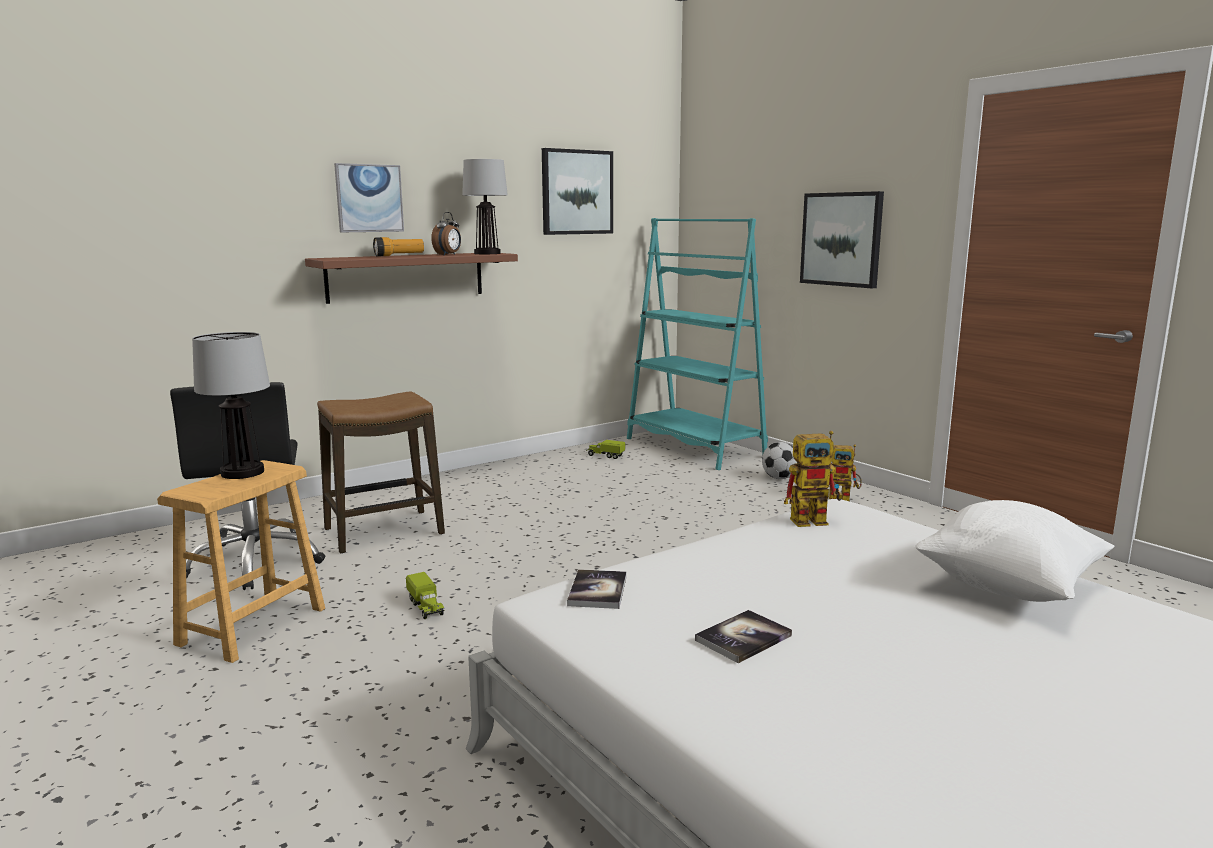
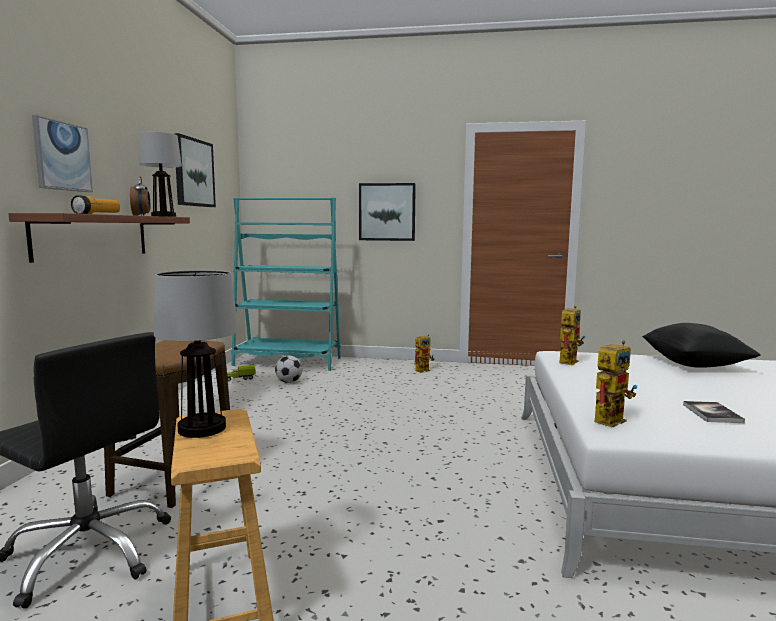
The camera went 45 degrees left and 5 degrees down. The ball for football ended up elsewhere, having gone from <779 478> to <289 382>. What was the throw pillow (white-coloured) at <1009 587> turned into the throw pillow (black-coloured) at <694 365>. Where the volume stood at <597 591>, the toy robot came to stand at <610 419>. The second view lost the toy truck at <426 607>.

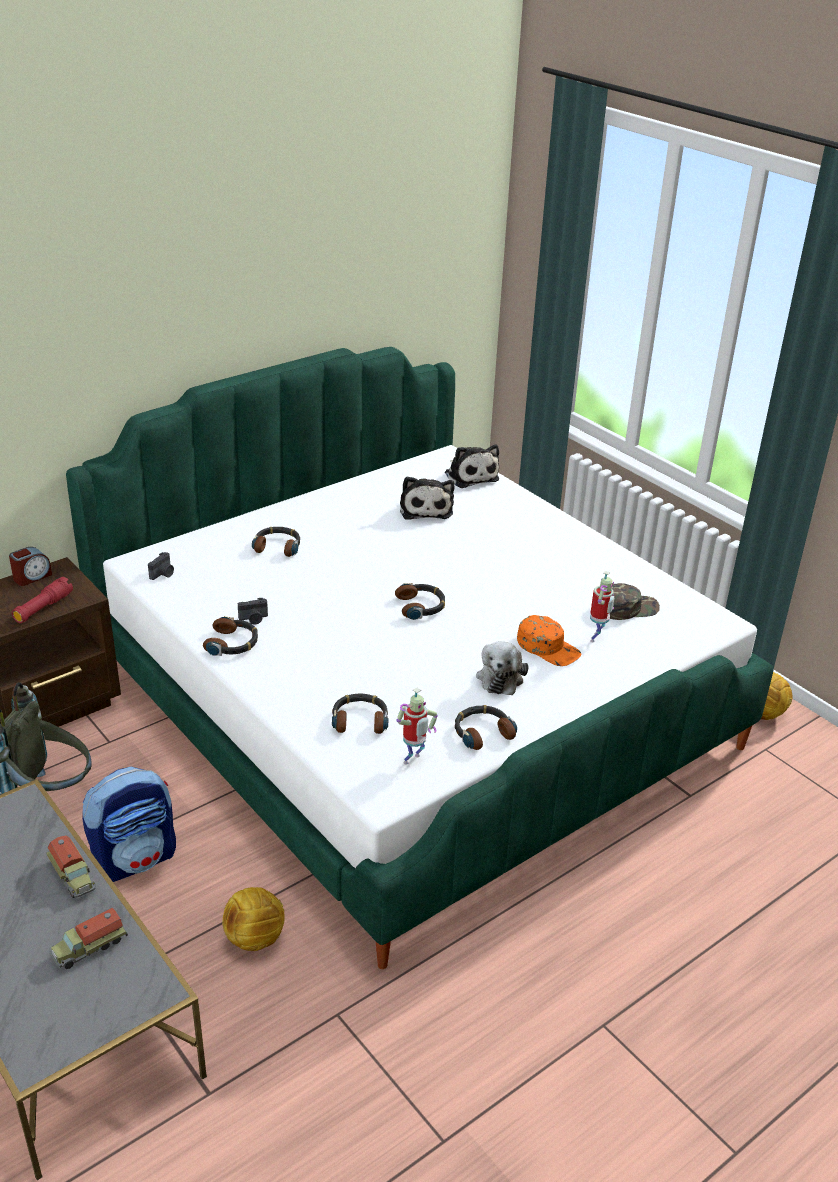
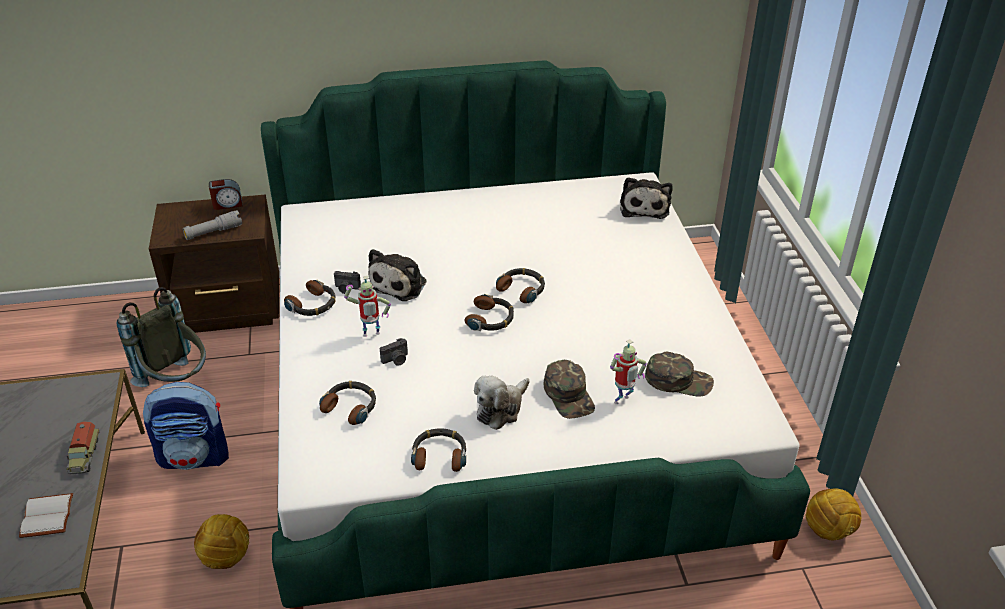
The camera went 30 degrees right and 5 degrees up. The cuddly toy ended up elsewhere, having gone from <425 508> to <400 284>. The headphones ended up elsewhere, having gone from <278 546> to <522 289>. The still camera ended up elsewhere, having gone from <163 574> to <396 360>. What was the torch (reddish) at <43 608> turned into the torch (grey) at <213 232>. What was the cap (orange) at <548 647> turned into the cap (green) at <569 395>. The toy robot ended up elsewhere, having gone from <413 761> to <371 336>. Where the toy truck stood at <89 947>, the volume (white-coloured) came to stand at <48 517>.

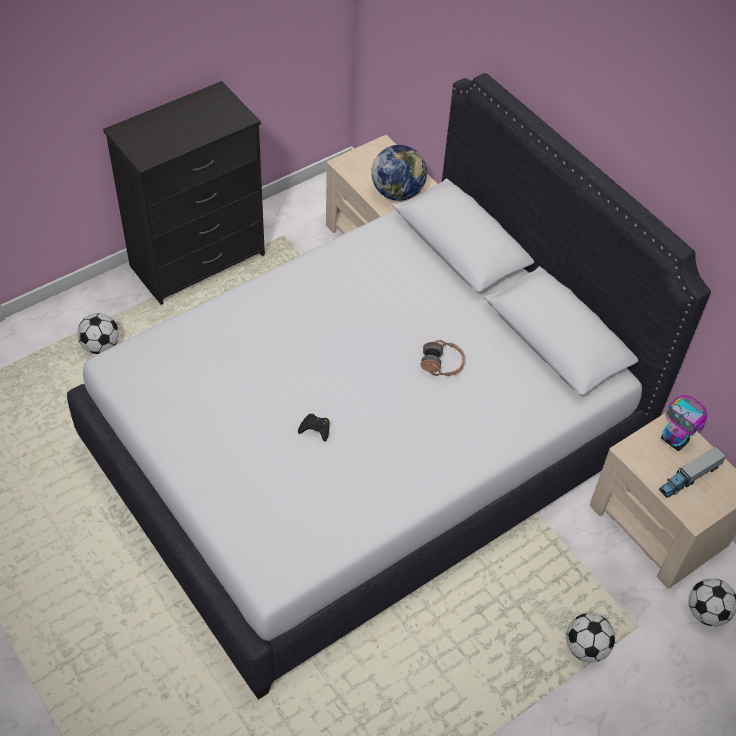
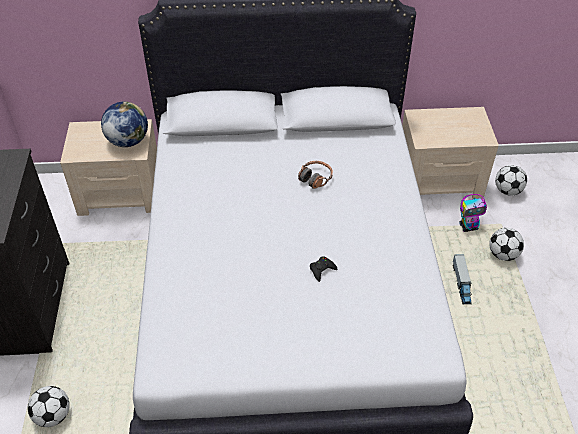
The camera went 55 degrees left and 5 degrees down. The toy robot ended up elsewhere, having gone from <675 441> to <468 227>. The toy truck ended up elsewhere, having gone from <689 478> to <461 283>.

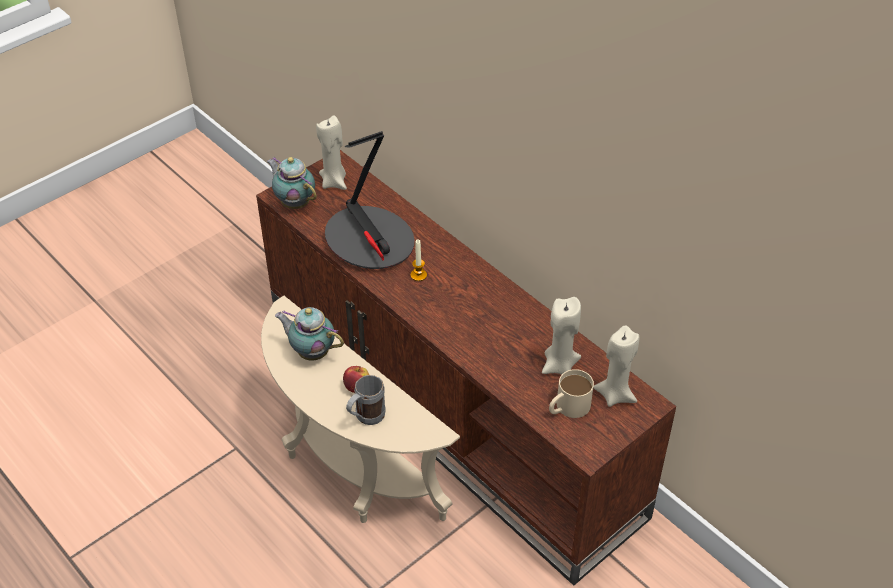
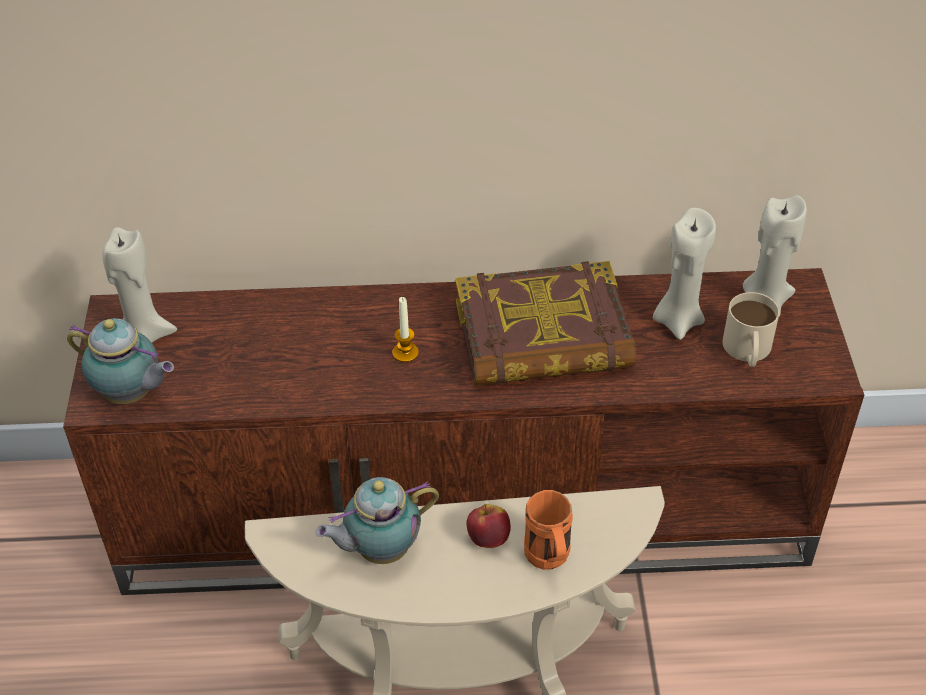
The camera went 50 degrees left and 0 degrees up. The second view lost the lamp for a table at <369 240>. The tea pot at <294 202> ended up facing another way, 150 degrees counterclockwise from before. What was the mug (grey) at <365 418> turned into the mug (orange) at <549 561>. The second view gained the volume at <543 337>.

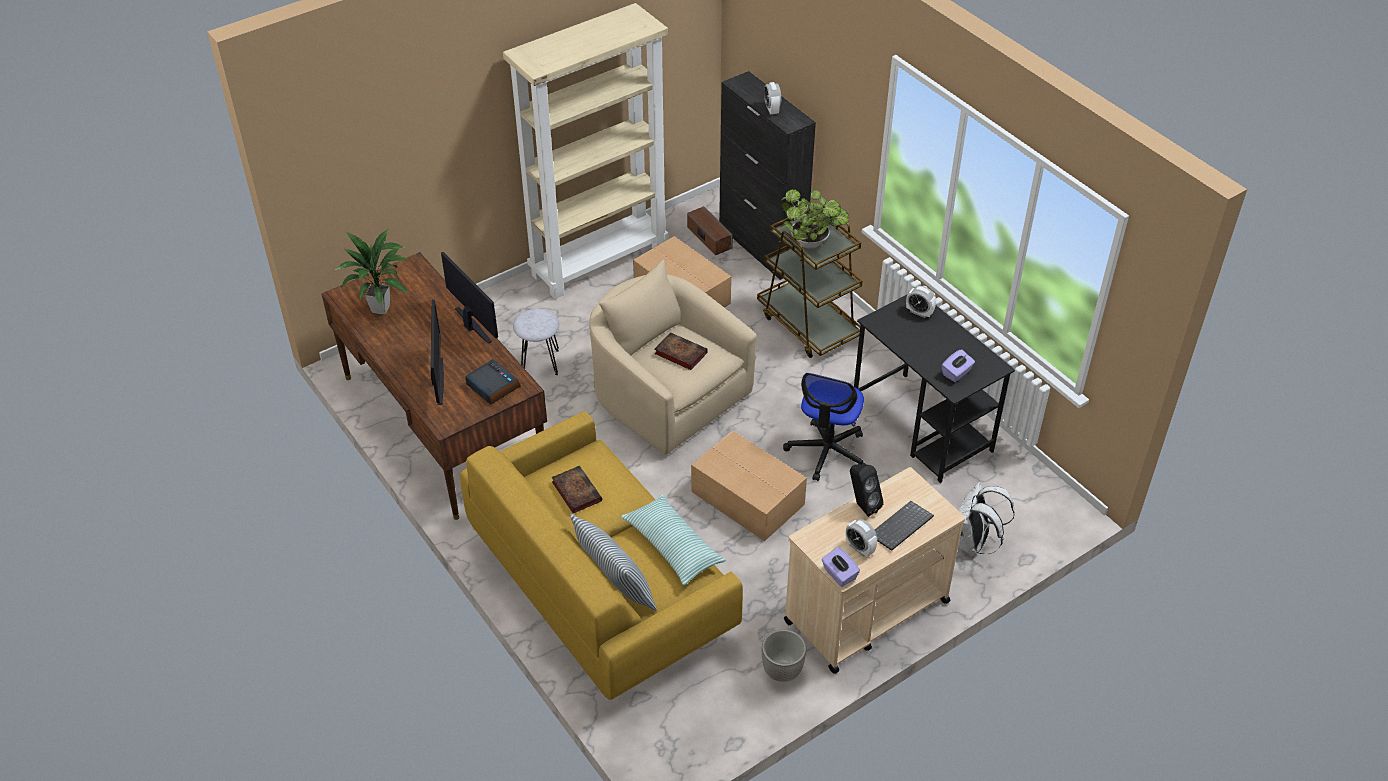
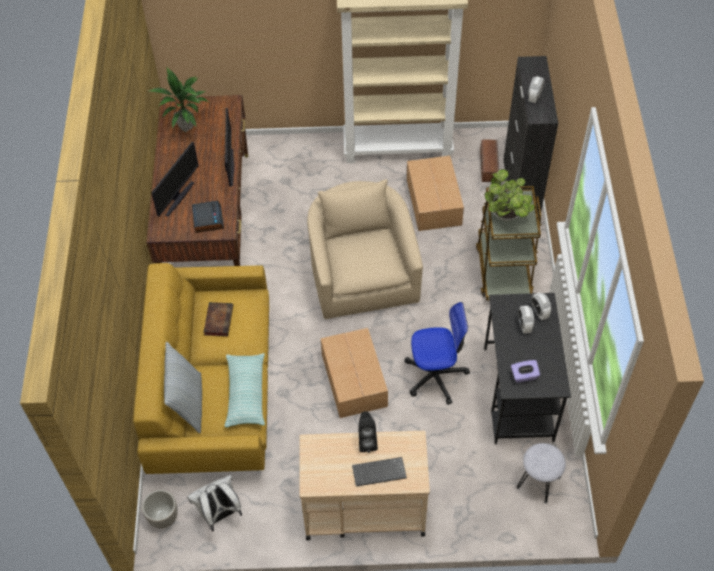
The camera went 35 degrees right and 10 degrees up. The stool seat (grey) ended up elsewhere, having gone from <540 362> to <539 483>. The second view lost the volume at <679 353>. The office chair at <827 451> ended up facing another way, 150 degrees counterclockwise from before. The knapsack (white-coloured) ended up elsewhere, having gone from <973 543> to <220 514>. The bedside clock ended up elsewhere, having gone from <859 548> to <524 325>. The second view lost the box of tissues (purple) at <839 574>. The flower pot ended up elsewhere, having gone from <781 671> to <163 517>.

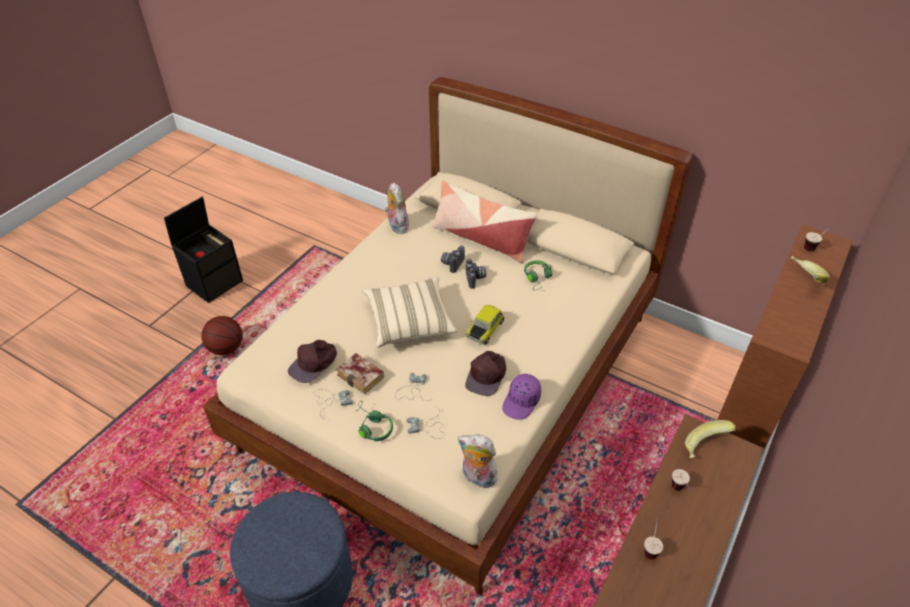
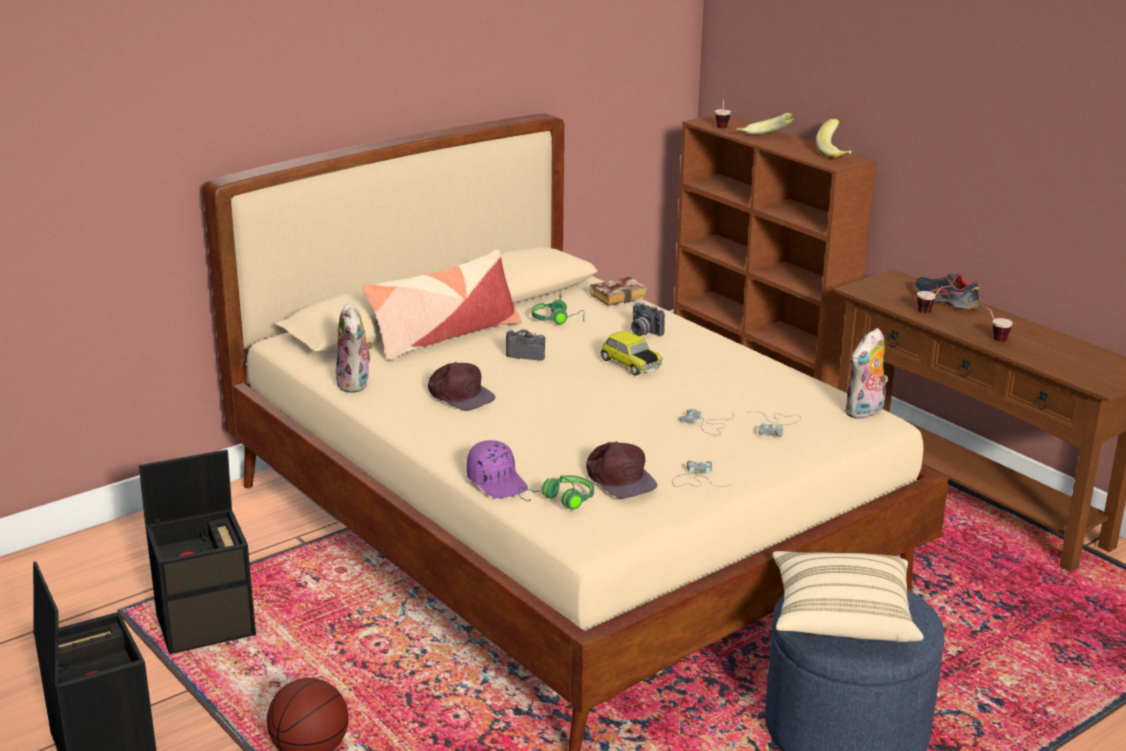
The camera went 70 degrees left and 20 degrees down. The cuddly toy at <397 226> ended up facing another way, 105 degrees counterclockwise from before. The still camera ended up elsewhere, having gone from <452 263> to <643 332>. The throw pillow (beige) ended up elsewhere, having gone from <409 322> to <841 618>. The cap (brown-coloured) ended up elsewhere, having gone from <487 375> to <460 395>. The volume ended up elsewhere, having gone from <363 376> to <619 295>. The cap (purple) ended up elsewhere, having gone from <521 402> to <497 482>. The headphones (green) ended up elsewhere, having gone from <372 426> to <560 500>. The banana fruit ended up elsewhere, having gone from <706 447> to <836 153>. The second view gained the low shoe at <944 300>. The second view gained the storage box (black-coloured) at <207 625>.

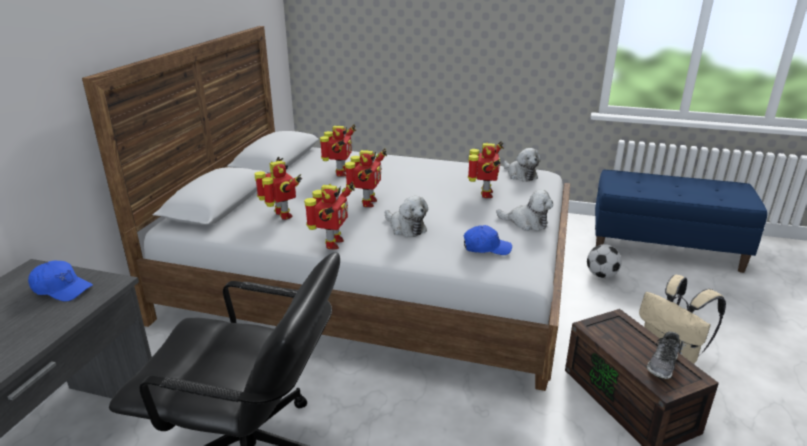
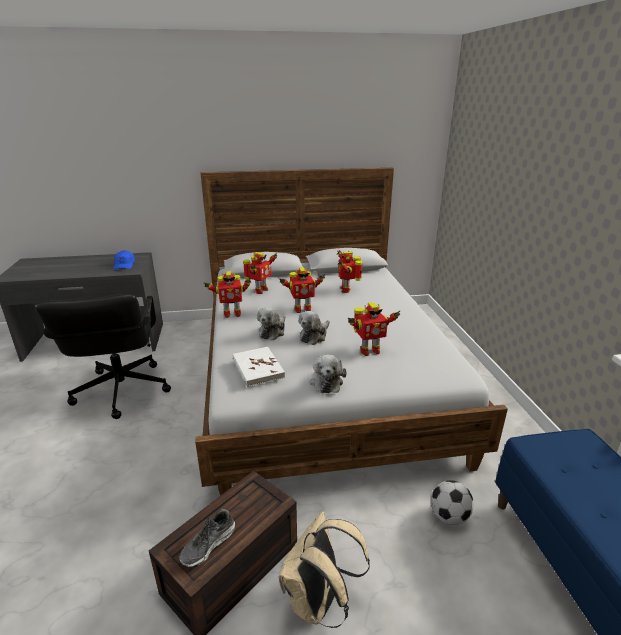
The camera went 65 degrees right and 0 degrees up. The toy robot at <340 173> ended up facing another way, 105 degrees clockwise from before. The cuddly toy ended up elsewhere, having gone from <520 175> to <314 336>. Where the cap (blue-coloured) stood at <486 248>, the volume (white-coloured) came to stand at <257 368>. The low shoe at <663 364> ended up facing another way, 60 degrees counterclockwise from before.

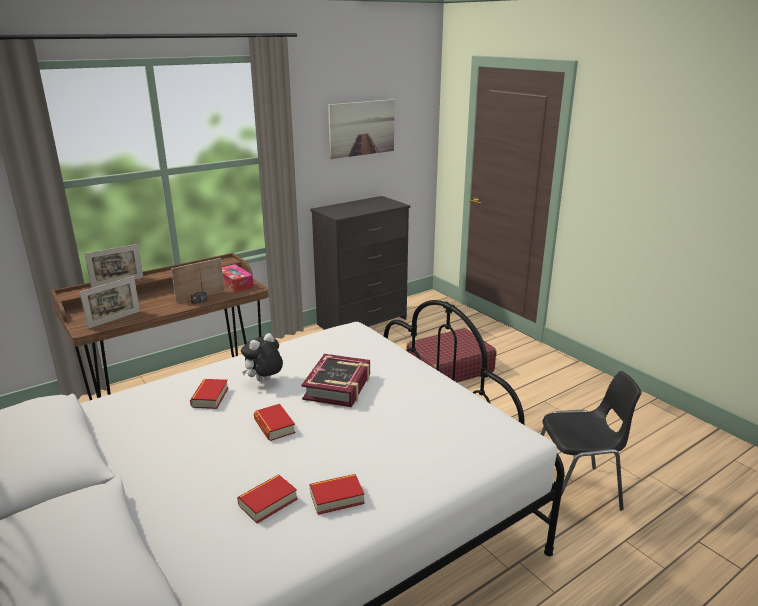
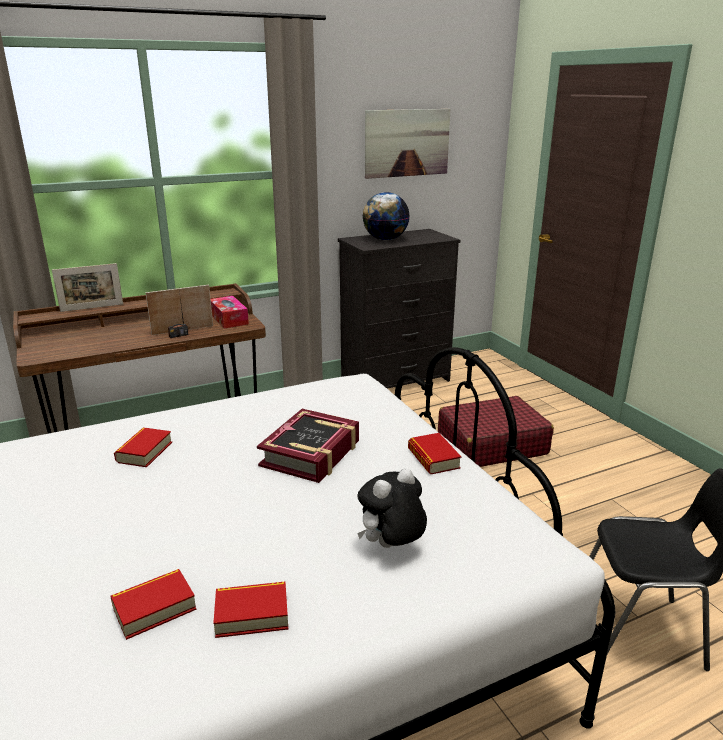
The camera went 10 degrees right and 0 degrees up. The second view lost the standing frame at <114 319>. The cuddly toy ended up elsewhere, having gone from <264 381> to <391 547>. The volume ended up elsewhere, having gone from <274 426> to <433 458>. The second view gained the desk globe at <385 239>.

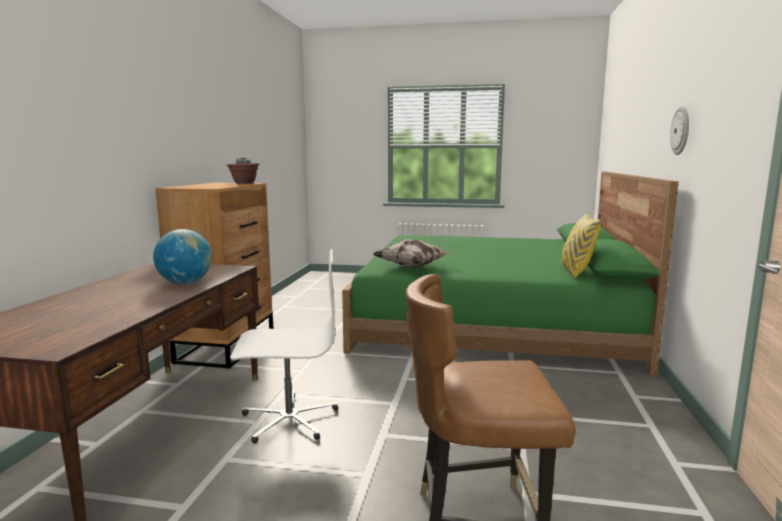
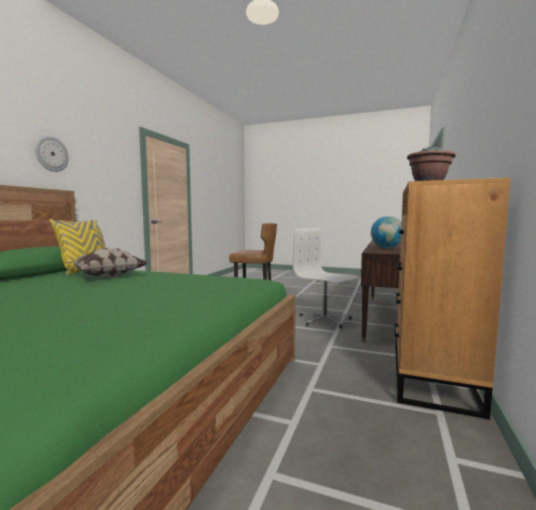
The camera went 170 degrees left and 5 degrees down. The throw pillow ended up elsewhere, having gone from <413 267> to <106 277>. The office chair (white-coloured) at <289 419> ended up facing another way, 45 degrees clockwise from before.

